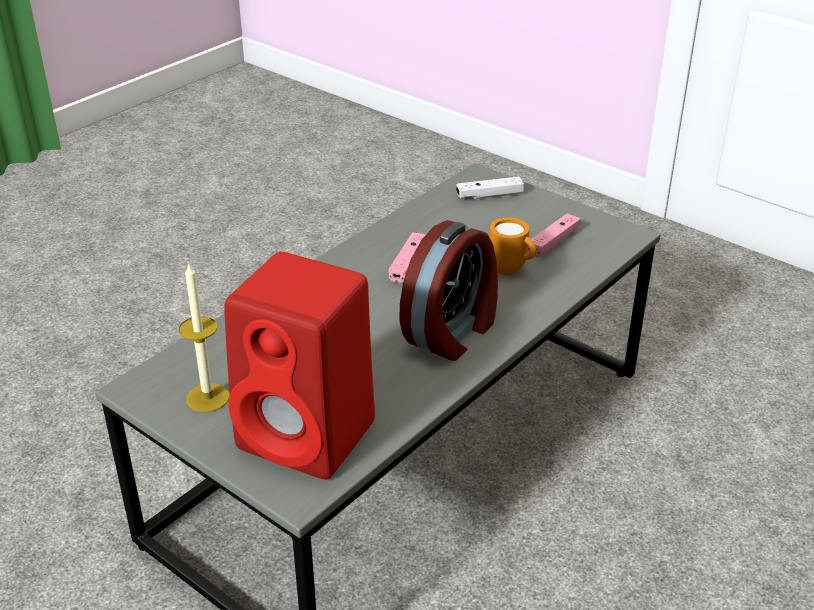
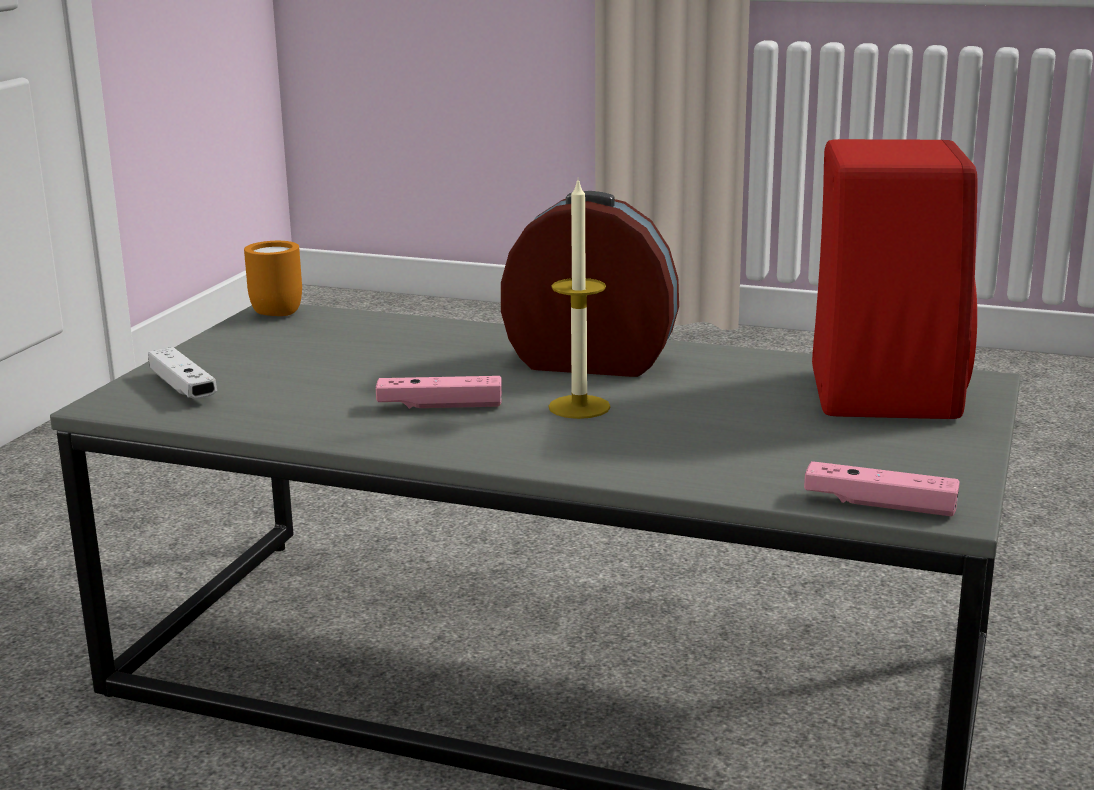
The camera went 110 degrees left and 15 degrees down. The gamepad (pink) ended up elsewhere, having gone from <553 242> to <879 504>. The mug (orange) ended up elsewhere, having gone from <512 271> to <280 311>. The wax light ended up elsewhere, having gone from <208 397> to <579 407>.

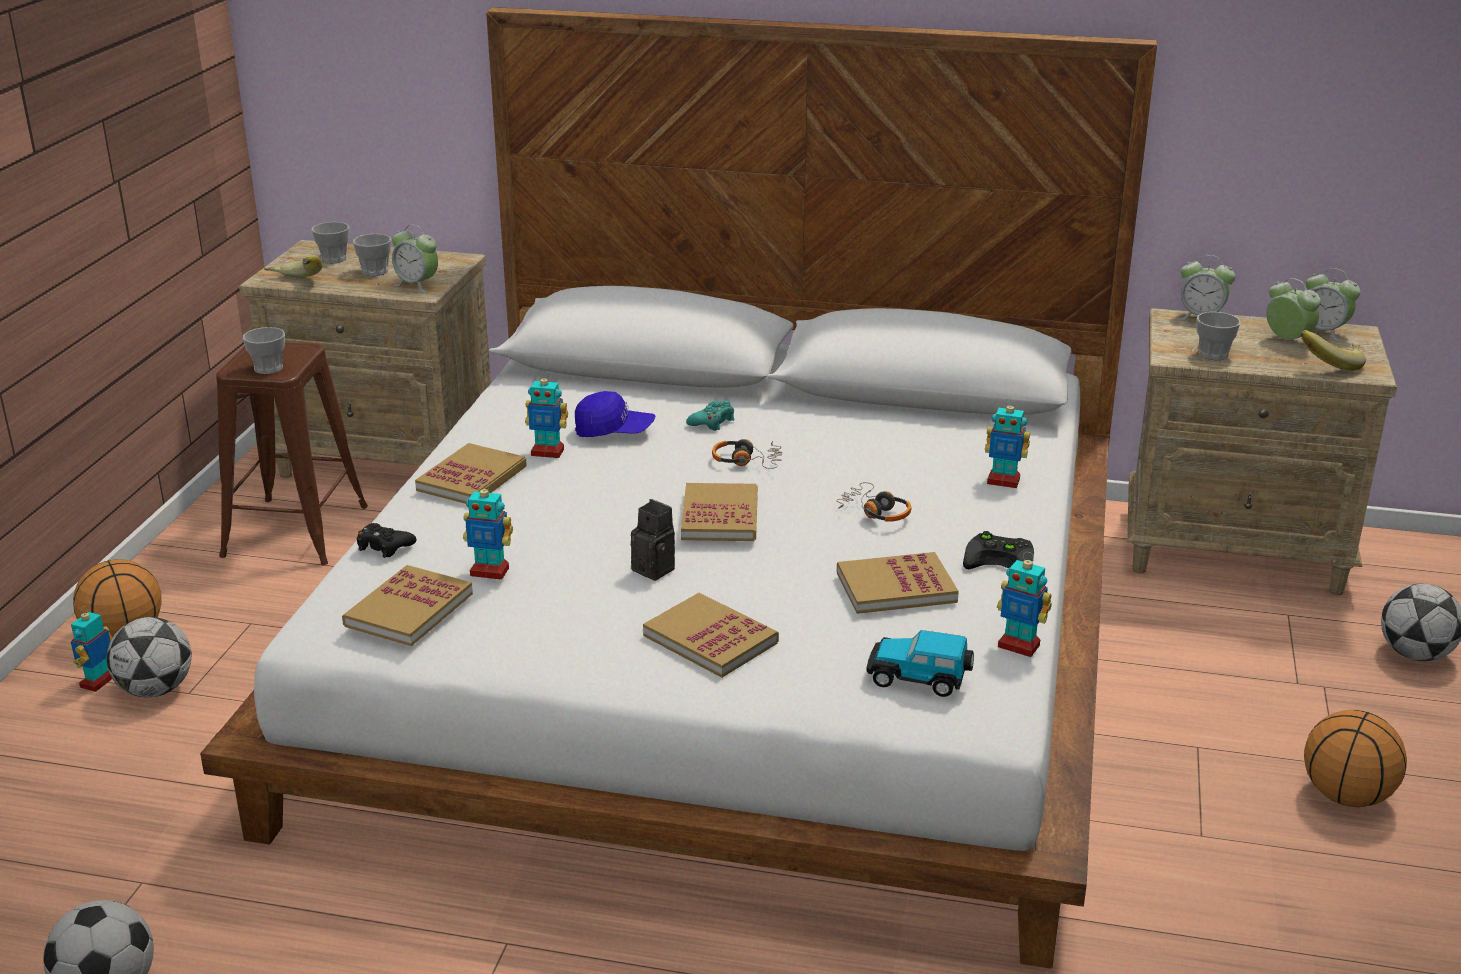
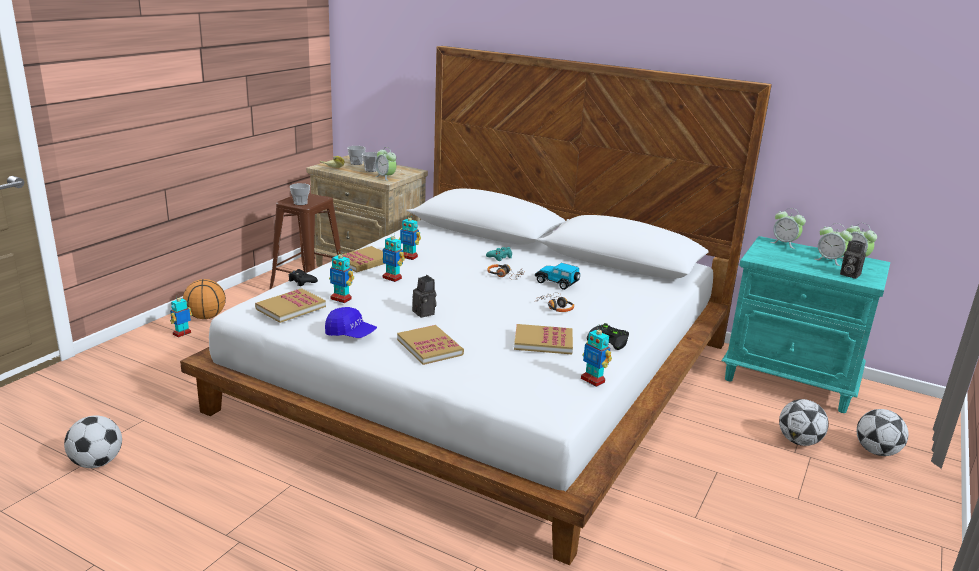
The camera went 15 degrees right and 5 degrees down. The bedside clock at <1287 341> ended up facing another way, 150 degrees clockwise from before. What was the bedside table (beige) at <1236 551> turned into the bedside table (turquoise) at <791 380>. The second view lost the drinking cup at <1213 354>. Where the banana fruit stood at <1330 364>, the still camera came to stand at <848 274>. The cap (blue-coloured) ended up elsewhere, having gone from <614 431> to <350 334>. The toy robot ended up elsewhere, having gone from <1003 481> to <392 278>. The second view lost the volume at <720 516>. The ball for football ended up elsewhere, having gone from <156 690> to <798 441>. The miniature car ended up elsewhere, having gone from <919 678> to <557 283>. The second view lost the ball for basketball at <1347 796>.

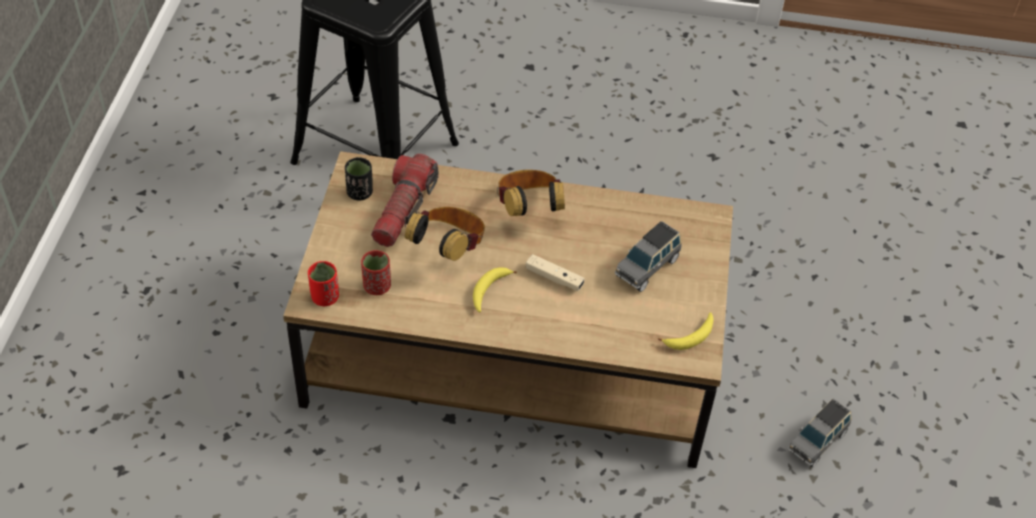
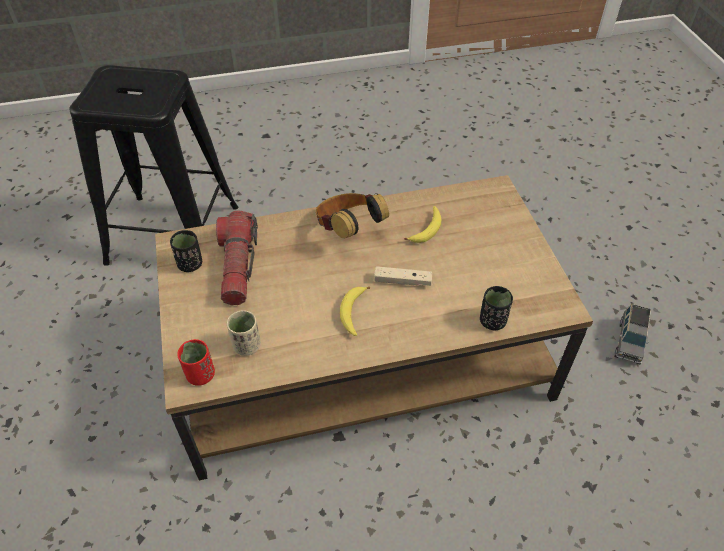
The camera went 20 degrees left and 0 degrees up. The second view lost the headphones at <448 248>. The second view lost the miniature car (grey) at <647 267>. What was the drinking cup (reddish) at <377 286> turned into the drinking cup (beige) at <247 346>. The banana fruit ended up elsewhere, having gone from <690 336> to <427 229>. The second view gained the drinking cup (black-coloured) at <492 321>.

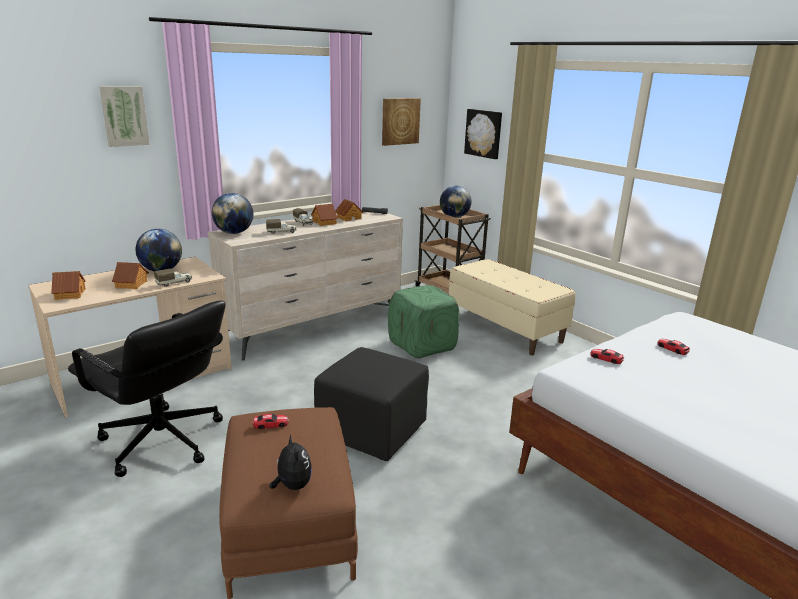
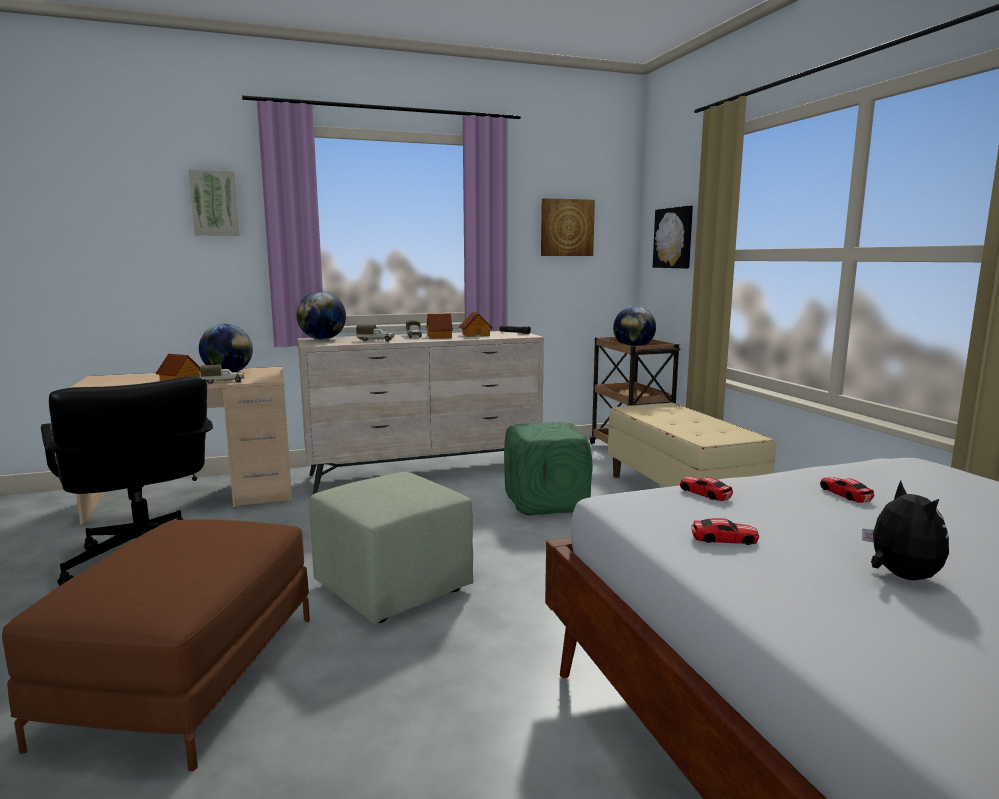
The camera went 20 degrees right and 10 degrees down. The second view lost the miniature house at <69 294>. What was the footrest (black-coloured) at <370 431> turned into the footrest (green) at <391 587>. The miniature car ended up elsewhere, having gone from <270 424> to <724 538>. The cuddly toy ended up elsewhere, having gone from <292 485> to <899 576>.

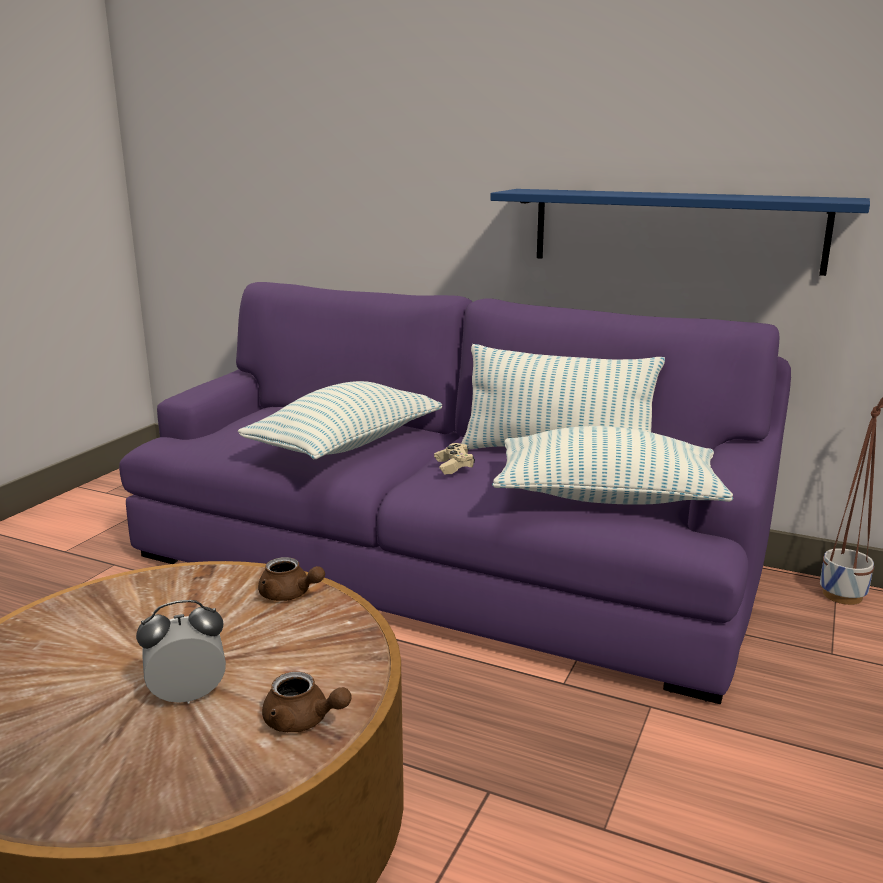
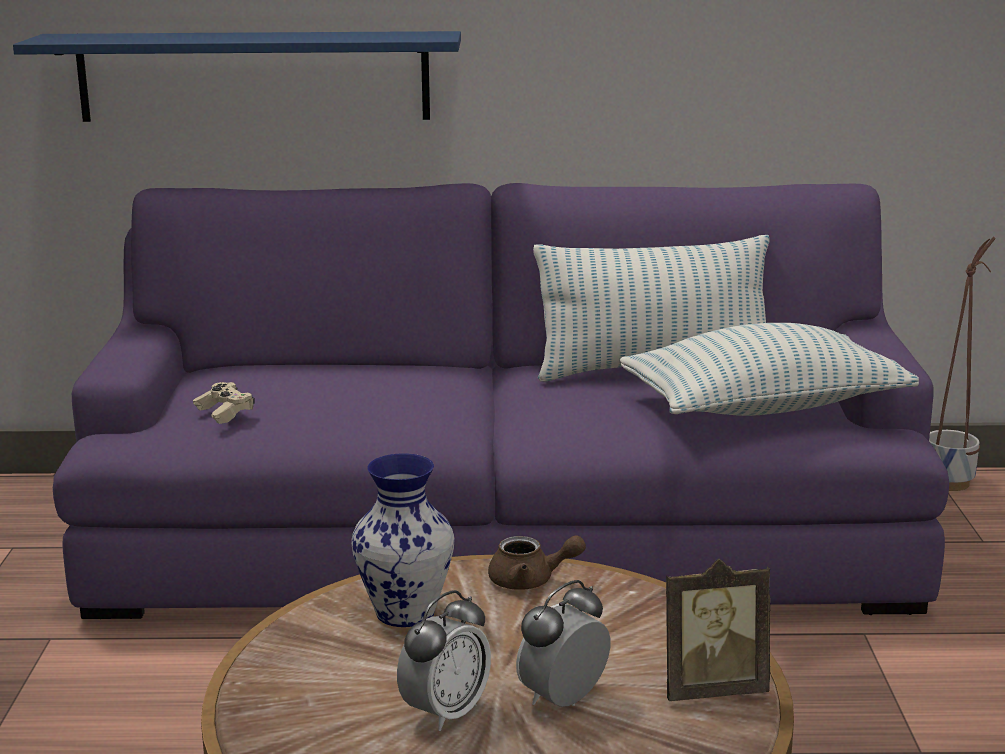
The camera went 25 degrees left and 0 degrees up. The wall shelf (blue-coloured) ended up elsewhere, having gone from <675 230> to <254 76>. The second view lost the throw pillow at <346 445>. The gamepad (beige) ended up elsewhere, having gone from <454 466> to <224 412>. Where the tea pot (brown-coloured) stood at <303 721>, the standing frame came to stand at <711 688>. The second view gained the vase at <405 613>. The second view gained the bedside clock at <445 713>.

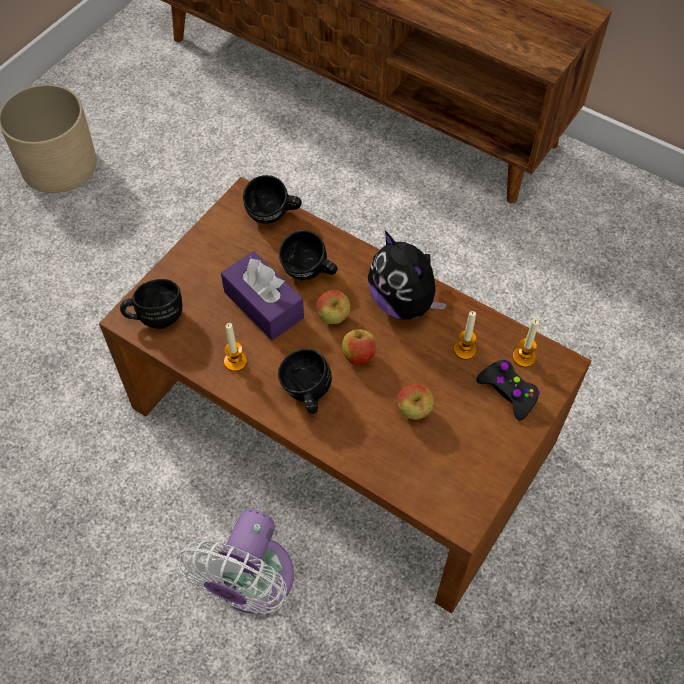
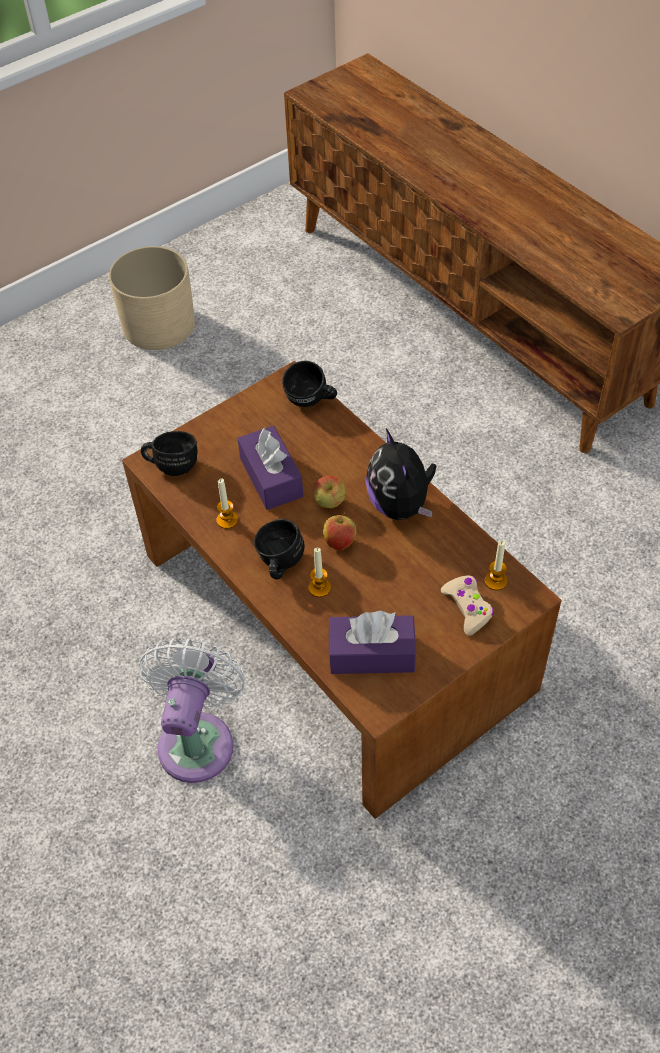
The camera went 20 degrees right and 5 degrees down. The second view lost the mug (black-coloured) at <309 273>. The wax light ended up elsewhere, having gone from <465 350> to <319 588>. What was the gamepad (black-coloured) at <508 391> turned into the gamepad (beige) at <467 607>. The second view lost the whole apple at <414 411>. The fan (white-coloured) at <251 584> ended up facing another way, 150 degrees clockwise from before. The second view gained the box of tissues (purple) at <372 654>.

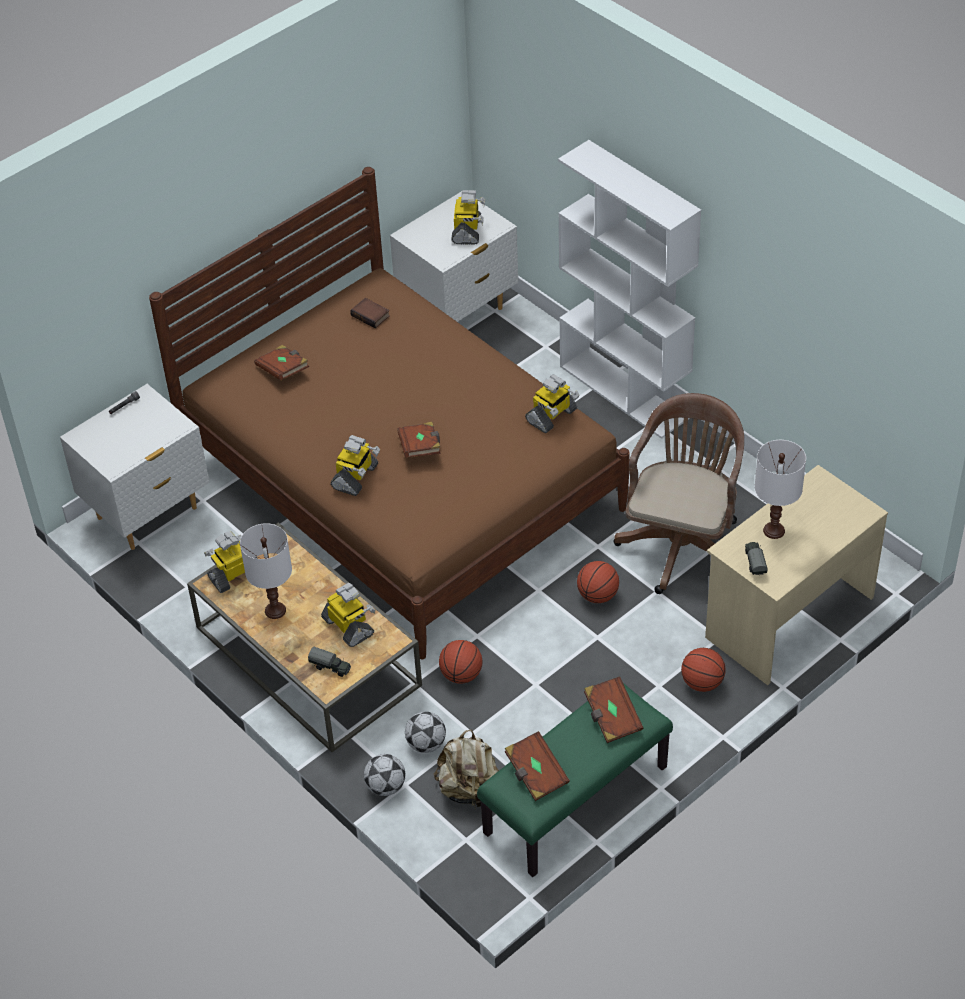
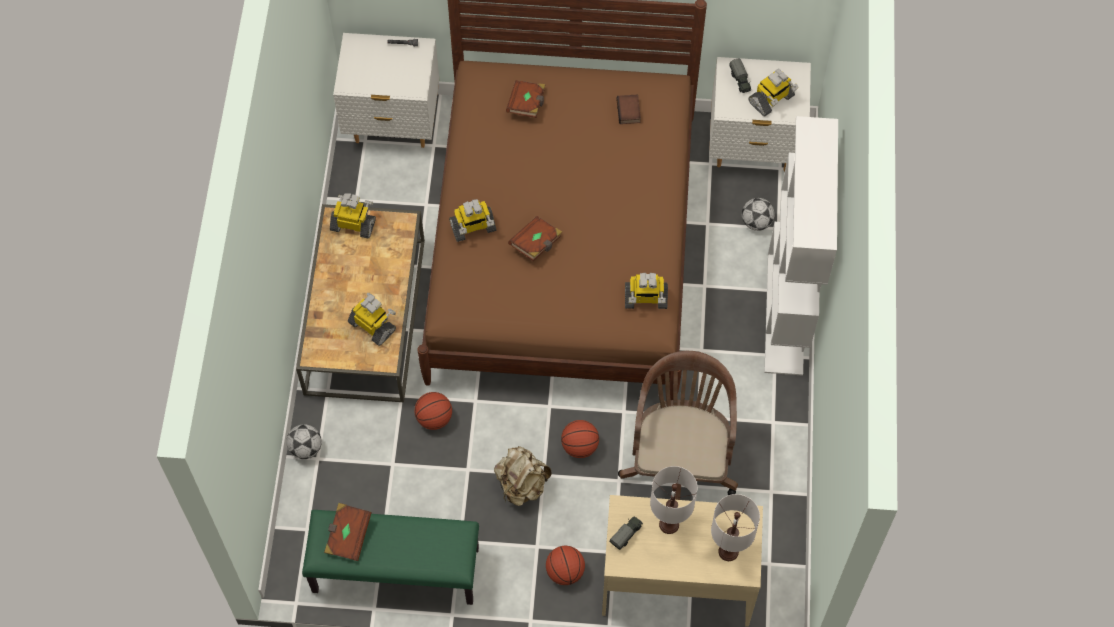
The camera went 45 degrees right and 15 degrees up. The office chair (brown-coloured) at <682 542> ended up facing another way, 60 degrees counterclockwise from before. The lamp for a table (white-coloured) ended up elsewhere, having gone from <275 610> to <728 551>. The toy robot at <349 627> ended up facing another way, 60 degrees counterclockwise from before. The toy truck ended up elsewhere, having gone from <330 667> to <740 80>. The second view lost the volume (brown-coloured) at <612 718>. The ball for football ended up elsewhere, having gone from <426 744> to <756 222>. The knapsack (beige) ended up elsewhere, having gone from <469 789> to <521 485>.

